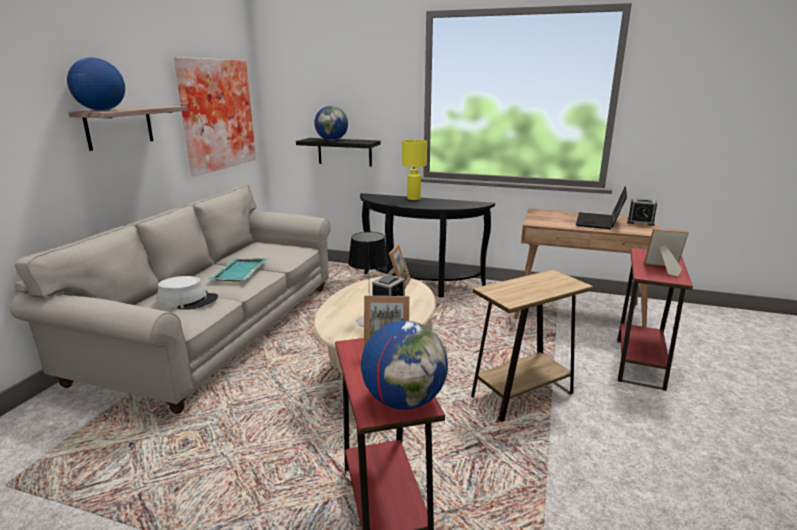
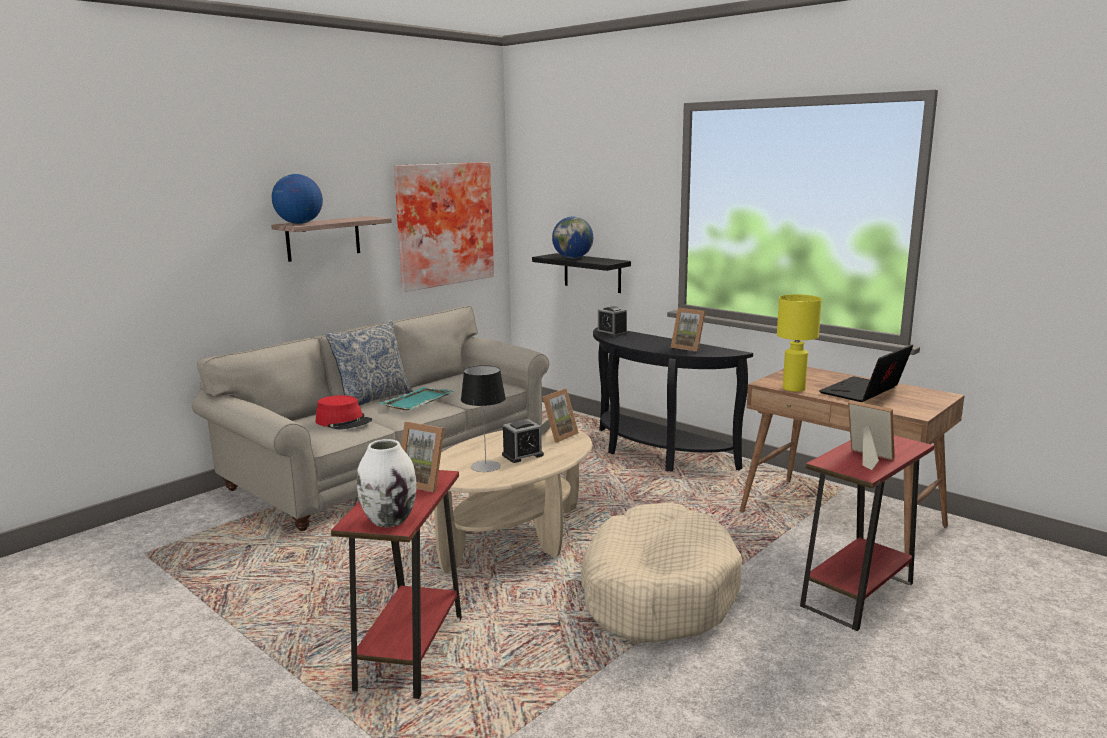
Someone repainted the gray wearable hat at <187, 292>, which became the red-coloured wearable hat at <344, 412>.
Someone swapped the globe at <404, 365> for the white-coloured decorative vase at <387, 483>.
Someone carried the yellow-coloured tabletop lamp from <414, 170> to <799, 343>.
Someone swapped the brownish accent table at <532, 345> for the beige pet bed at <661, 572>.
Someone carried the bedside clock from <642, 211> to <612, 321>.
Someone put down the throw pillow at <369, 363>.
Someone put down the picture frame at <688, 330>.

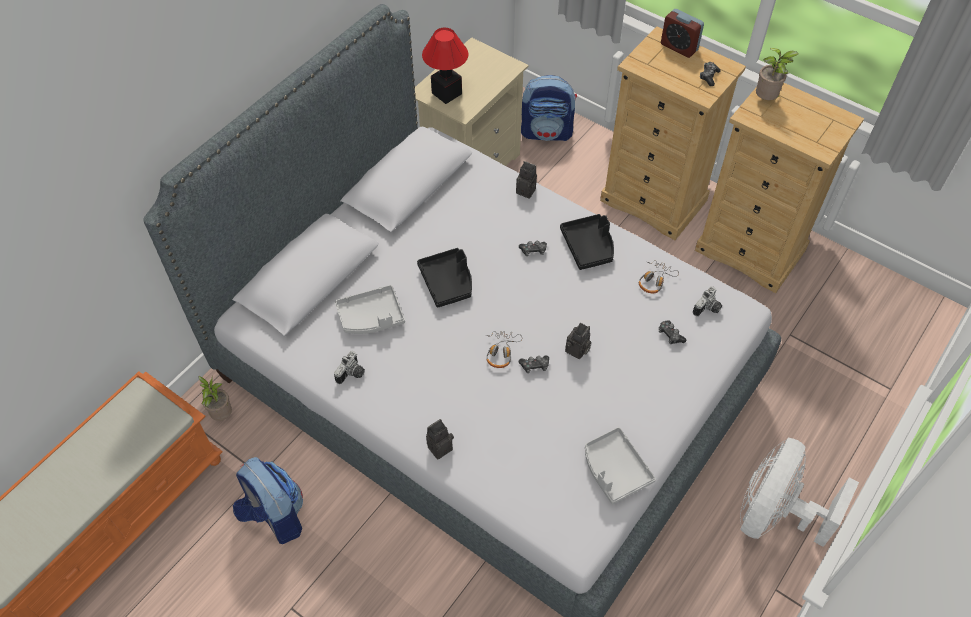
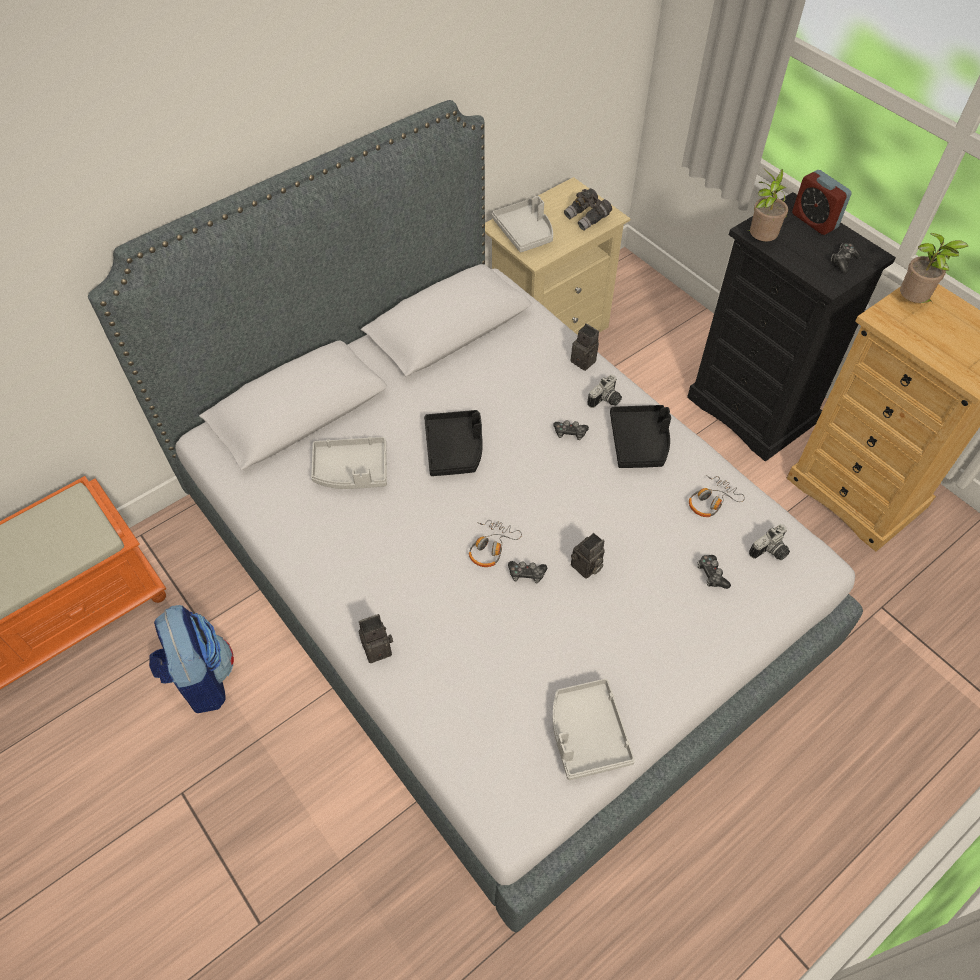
Someone carried the potted plant from <215, 398> to <767, 205>.
Someone carried the photo camera from <349, 367> to <604, 391>.
Someone swapped the tabletop lamp at <445, 66> for the gray serving tray at <522, 224>.
Someone took away the knapsack at <549, 108>.
Someone repainted the beige chest of drawers at <673, 133>, which became the black chest of drawers at <791, 327>.
Someone took away the white-coloured electric fan at <799, 492>.
Someone put down the gray field glasses at <588, 209>.

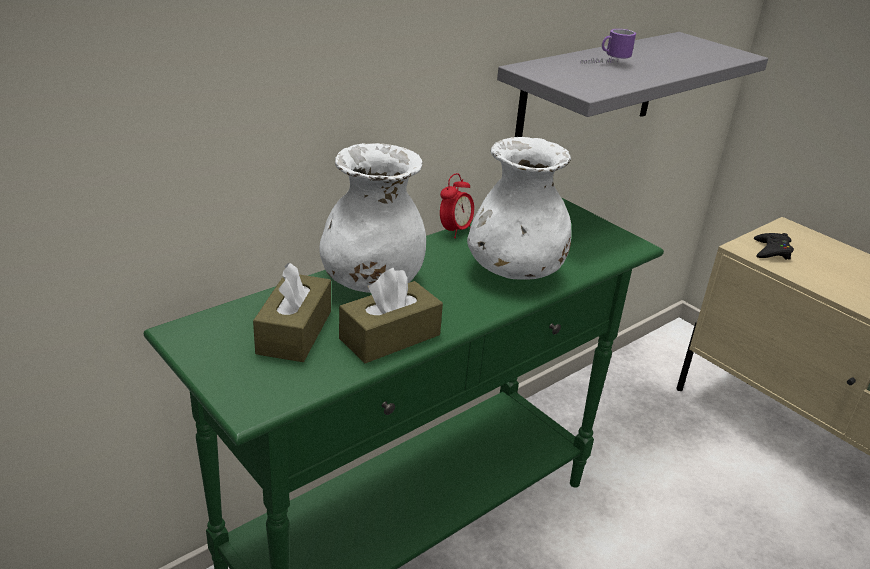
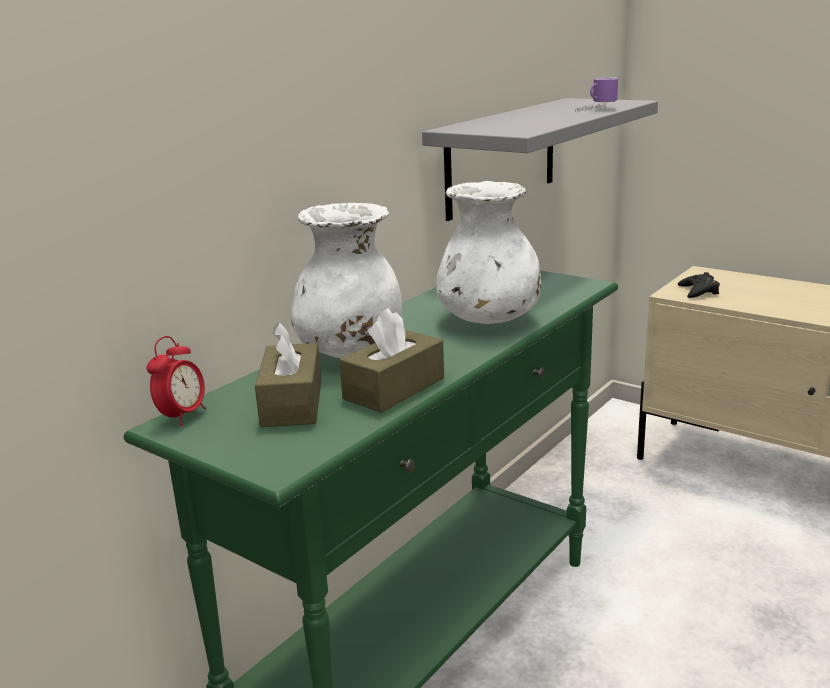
Someone carried the bedside clock from <457, 205> to <176, 381>.
Someone carried the mug from <608, 46> to <596, 94>.

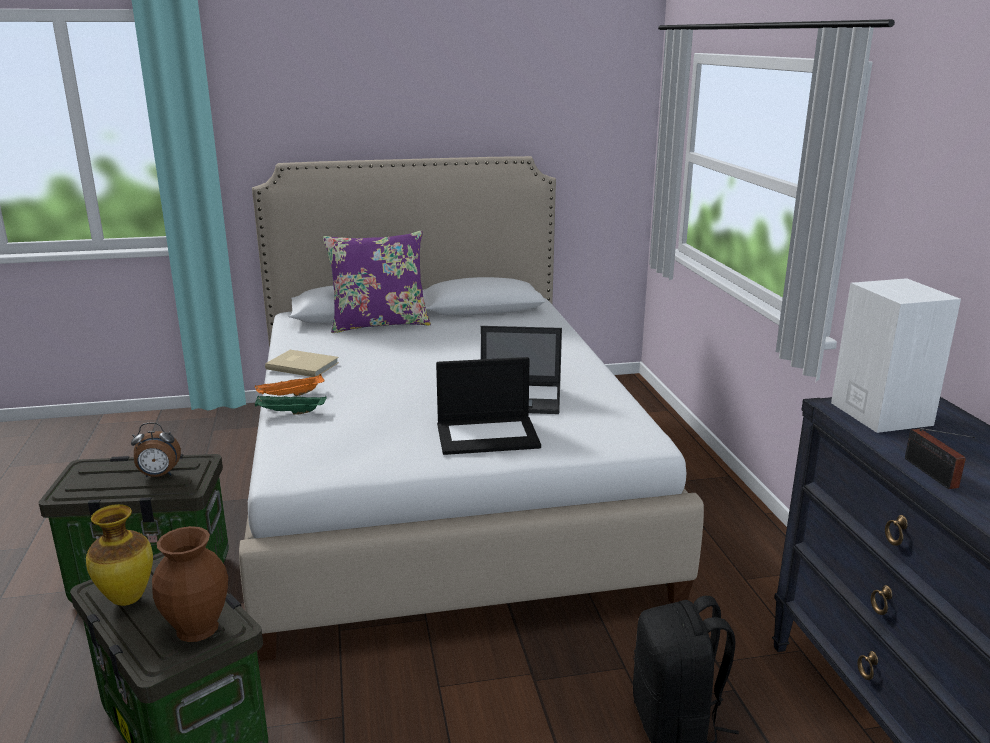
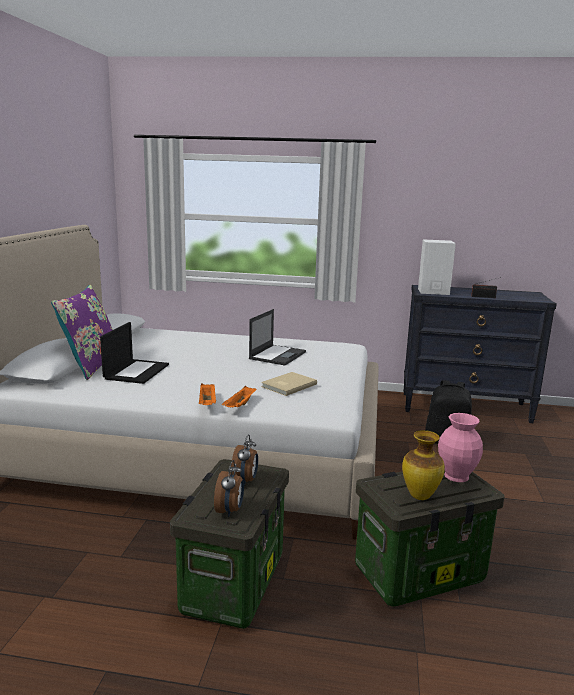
Someone repainted the brownish decorative vase at <190, 584>, which became the pink decorative vase at <460, 447>.
Someone repainted the green-coloured serving tray at <290, 405>, which became the orange serving tray at <239, 396>.
Someone carried the beige volume from <302, 363> to <289, 384>.
Someone carried the notebook computer from <488, 406> to <134, 353>.
Someone put down the bedside clock at <229, 488>.

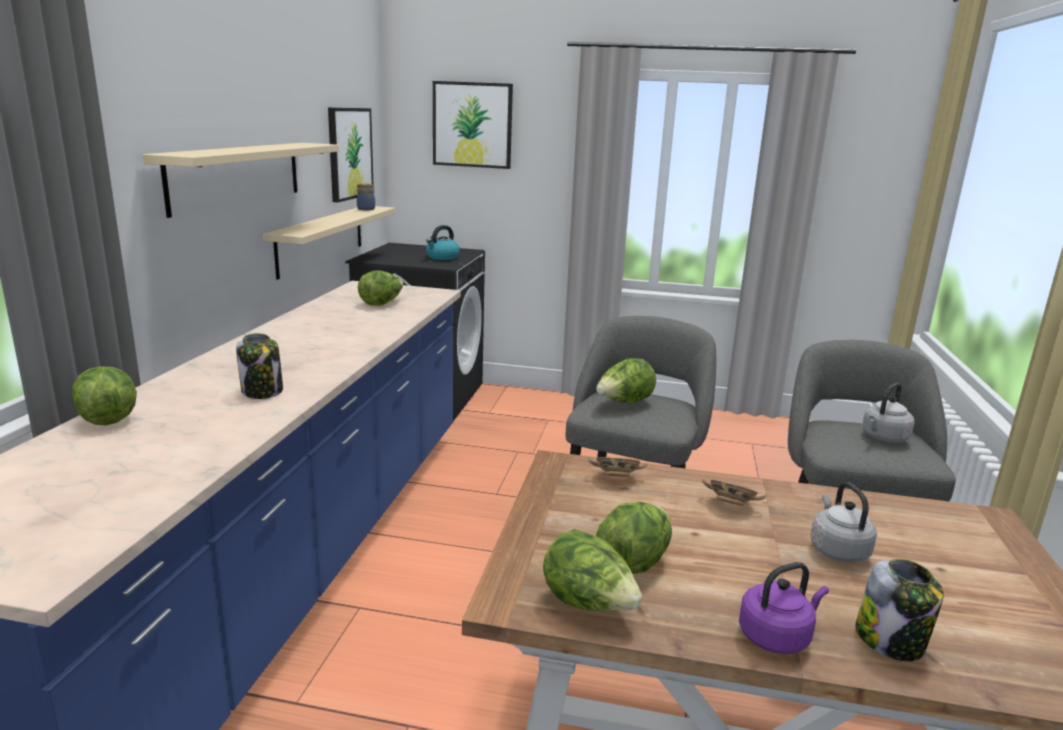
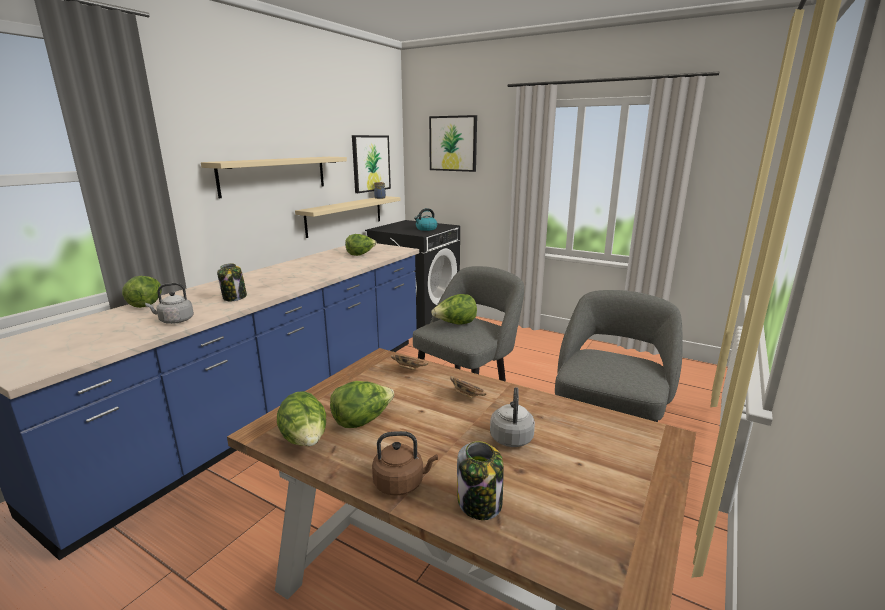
Someone repainted the purple-coloured water kettle at <784, 608>, which became the brownish water kettle at <405, 463>.
Someone carried the gray water kettle from <888, 413> to <169, 303>.

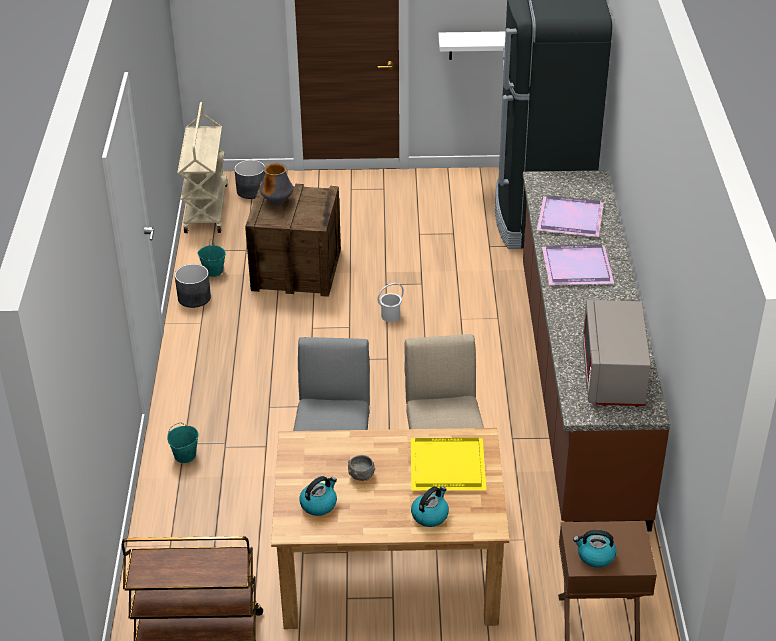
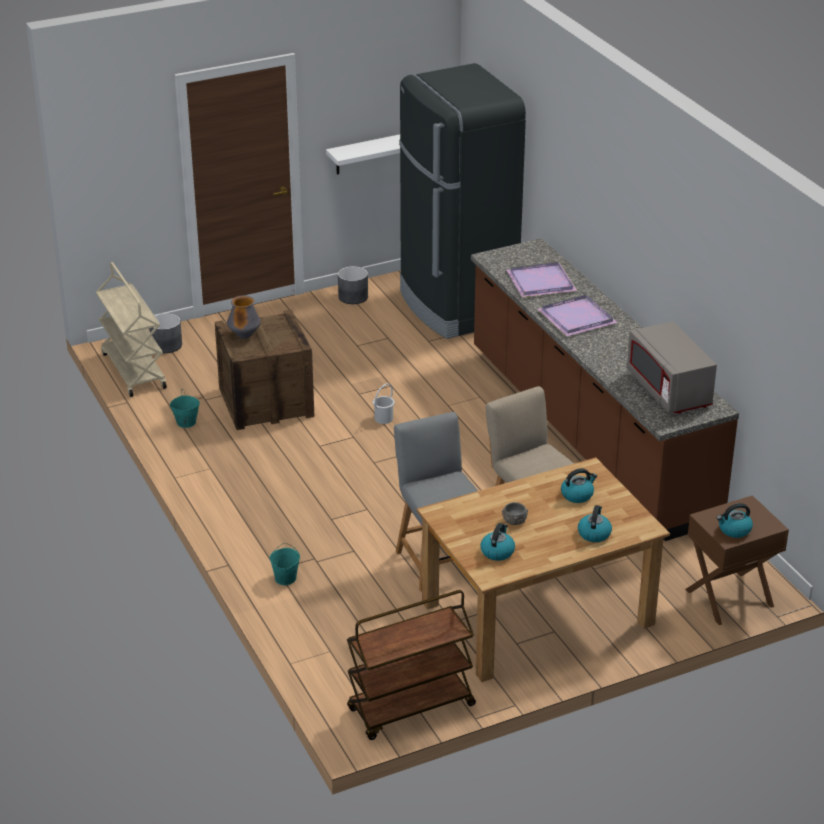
Someone carried the gray flower pot from <193, 286> to <353, 285>.
Someone swapped the yellow-coloured serving tray at <448, 464> for the water kettle at <579, 485>.

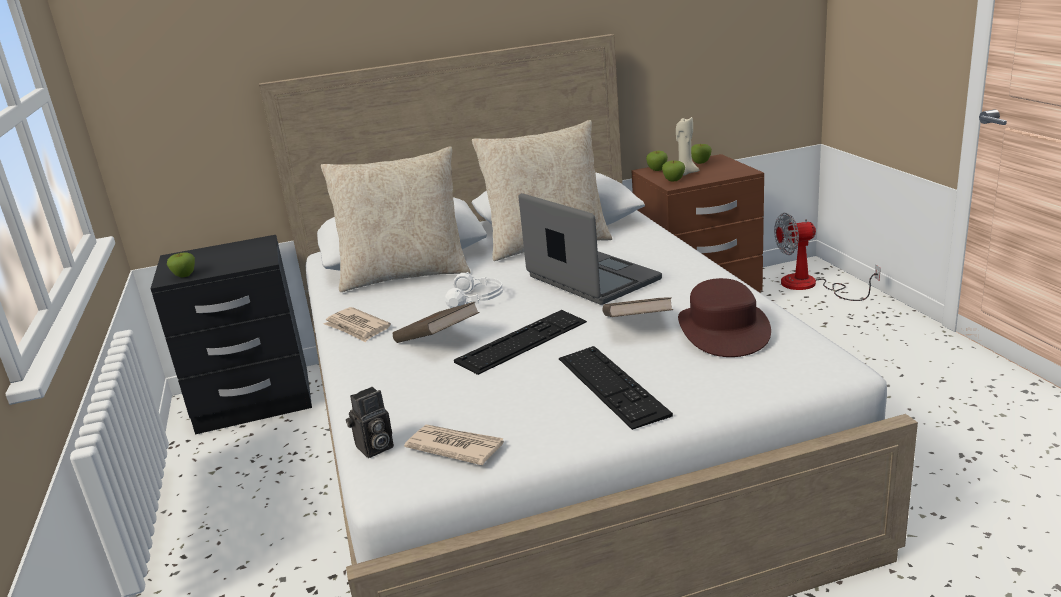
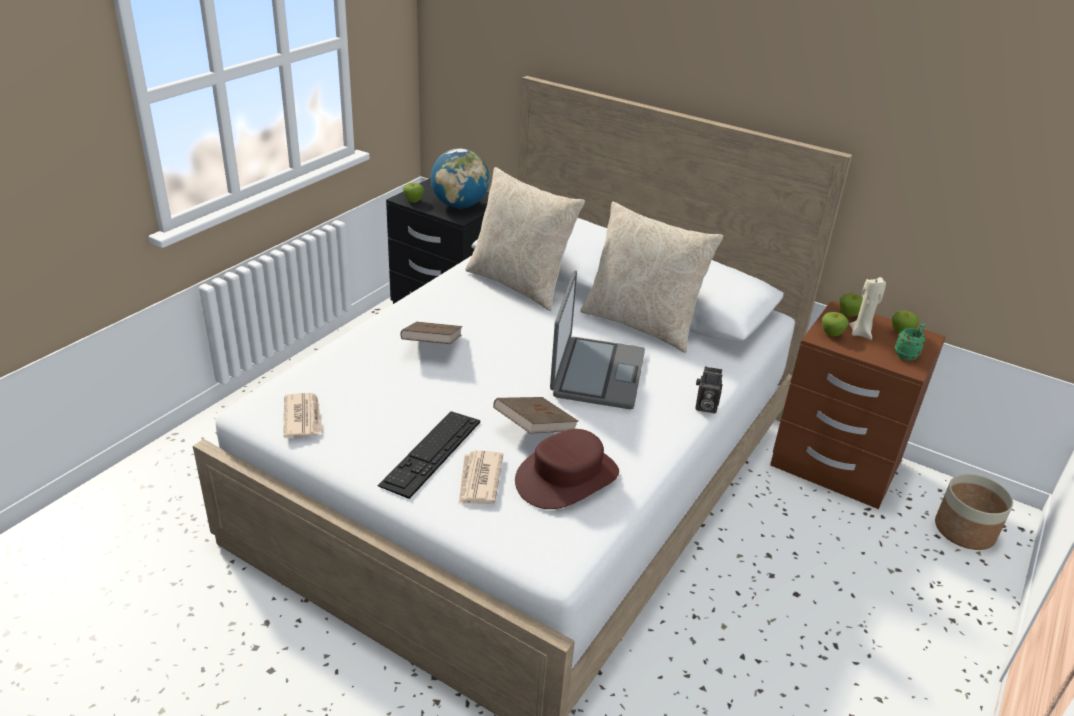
Someone carried the printed paper from <357, 324> to <481, 477>.
Someone carried the photo camera from <370, 422> to <709, 390>.
Someone took away the white-coloured headset at <474, 290>.
Someone took away the PC keyboard at <520, 342>.
Someone swapped the electric fan at <827, 257> for the flower pot at <974, 512>.
Someone put down the globe at <460, 178>.
Someone put down the green-coloured mug at <910, 342>.

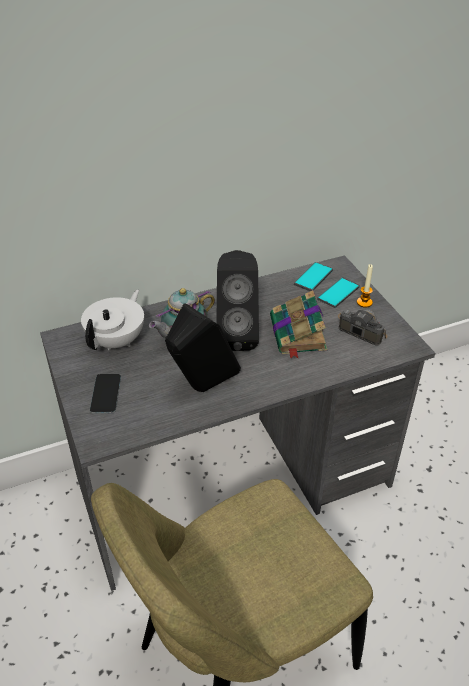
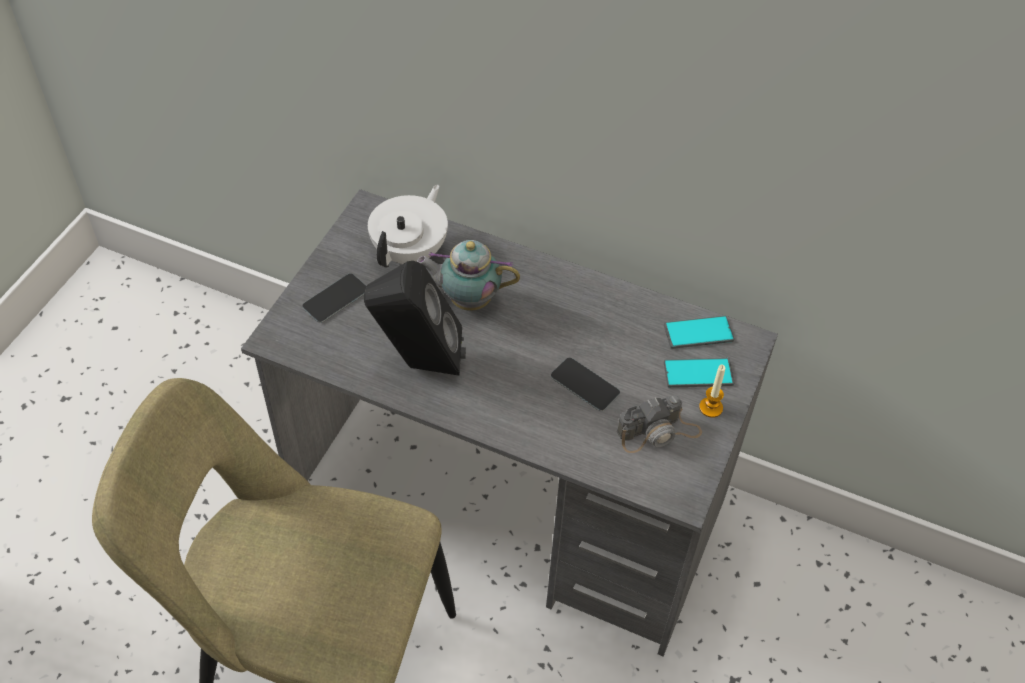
Someone rotated the white-coloured pot for tea at <112, 320> by 45 degrees counterclockwise.
Someone took away the black audio speaker at <237, 300>.
Someone swapped the volume at <298, 324> for the handset at <585, 384>.
Someone rotated the photo camera at <362, 327> by 75 degrees clockwise.

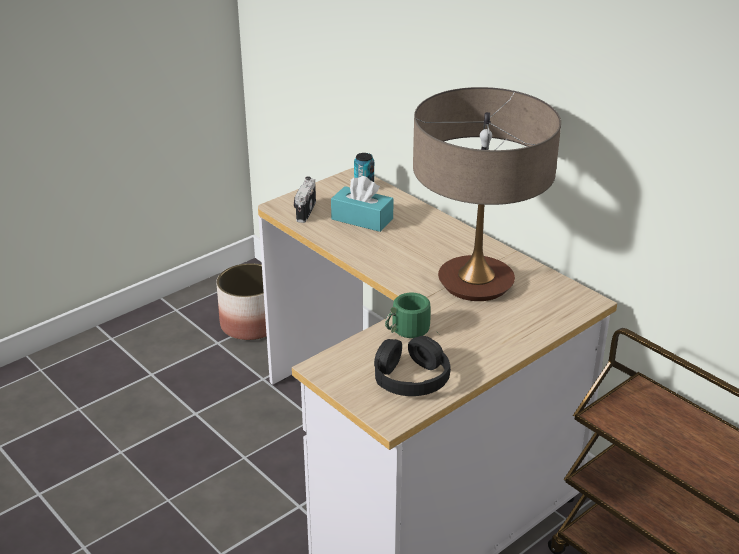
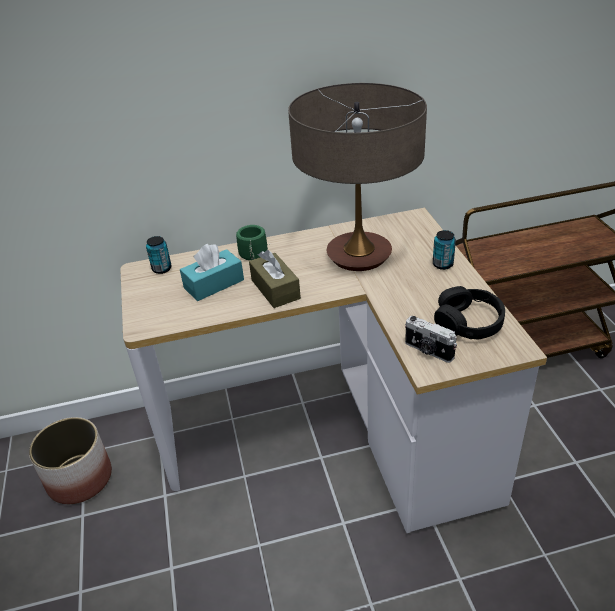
Someone carried the photo camera from <305, 199> to <431, 339>.
Someone carried the green-coloured mug from <412, 315> to <252, 242>.
Someone put down the brownish box of tissues at <275, 279>.
Someone put down the sealed can at <444, 250>.

